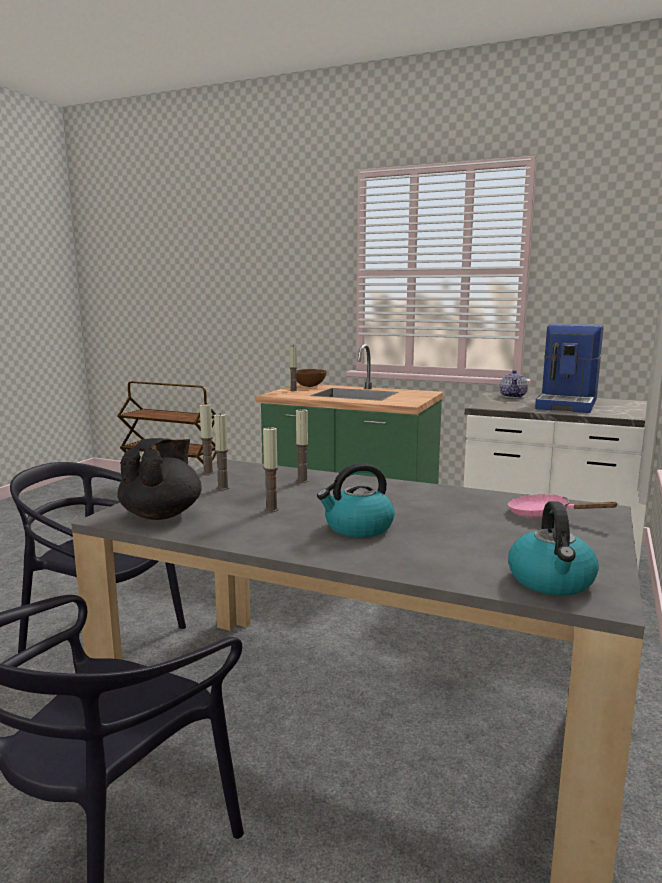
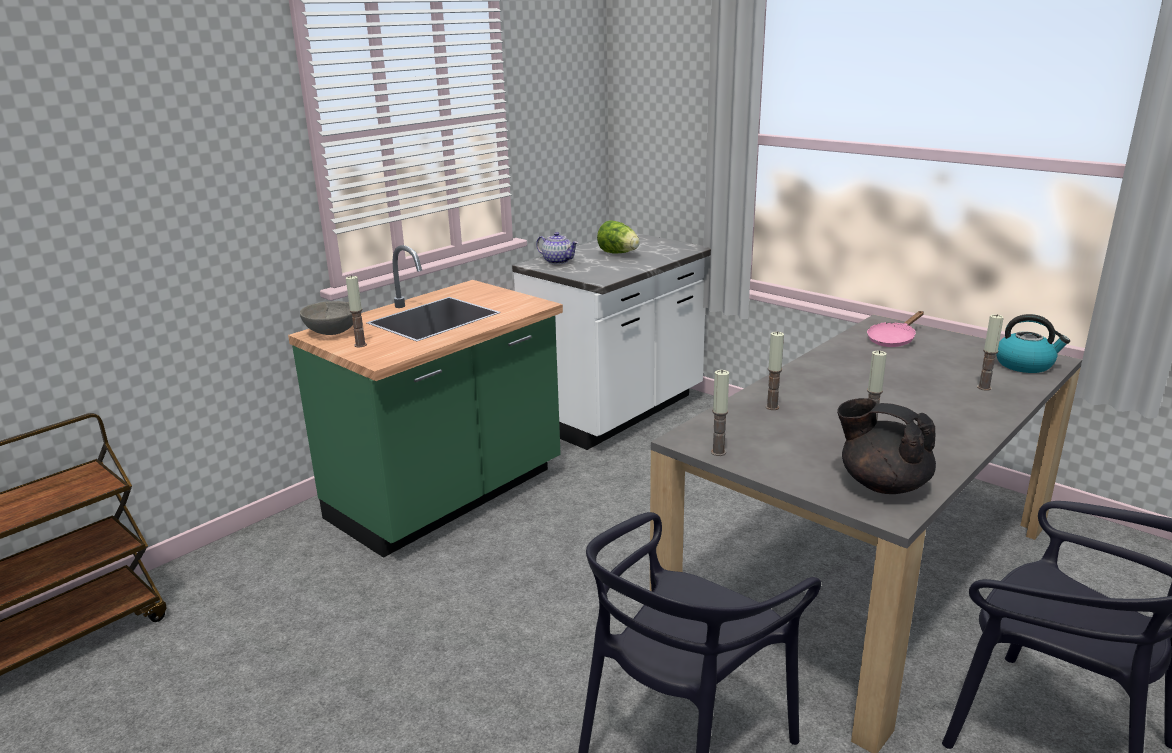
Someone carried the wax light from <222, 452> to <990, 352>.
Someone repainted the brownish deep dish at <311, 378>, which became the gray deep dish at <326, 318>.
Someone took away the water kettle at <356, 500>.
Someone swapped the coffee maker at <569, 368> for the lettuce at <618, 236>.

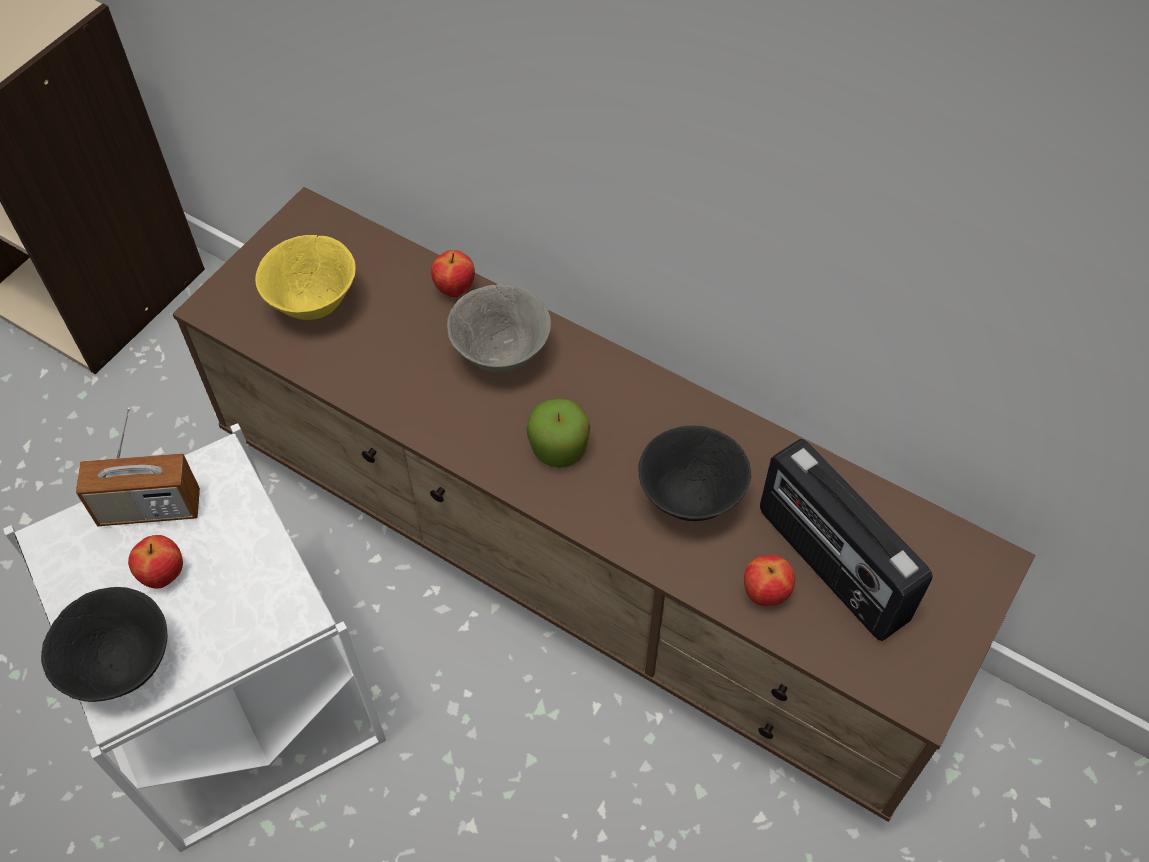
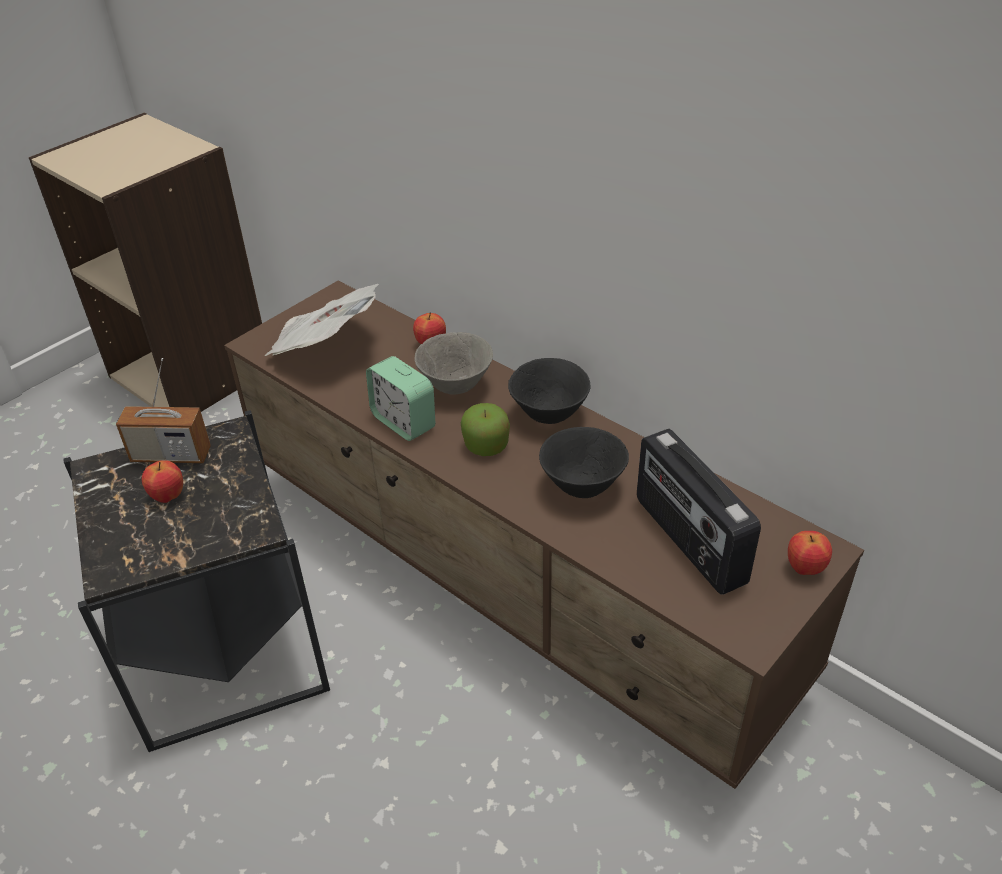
Someone repainted the white-coloured accent table at <194, 637>, which became the black accent table at <196, 581>.
Someone carried the black deep dish from <104, 644> to <549, 391>.
Someone swapped the yellow-coloured deep dish at <305, 277> for the printed paper at <322, 320>.
Someone carried the whole apple from <769, 580> to <810, 553>.
Someone put down the bedside clock at <400, 398>.

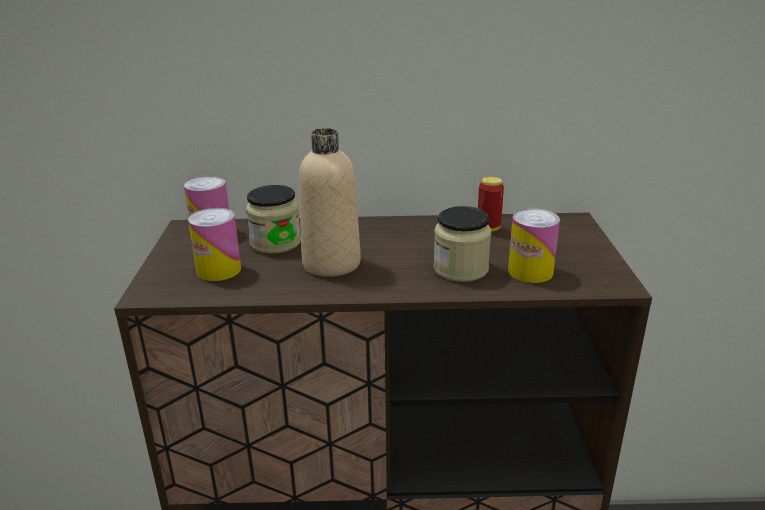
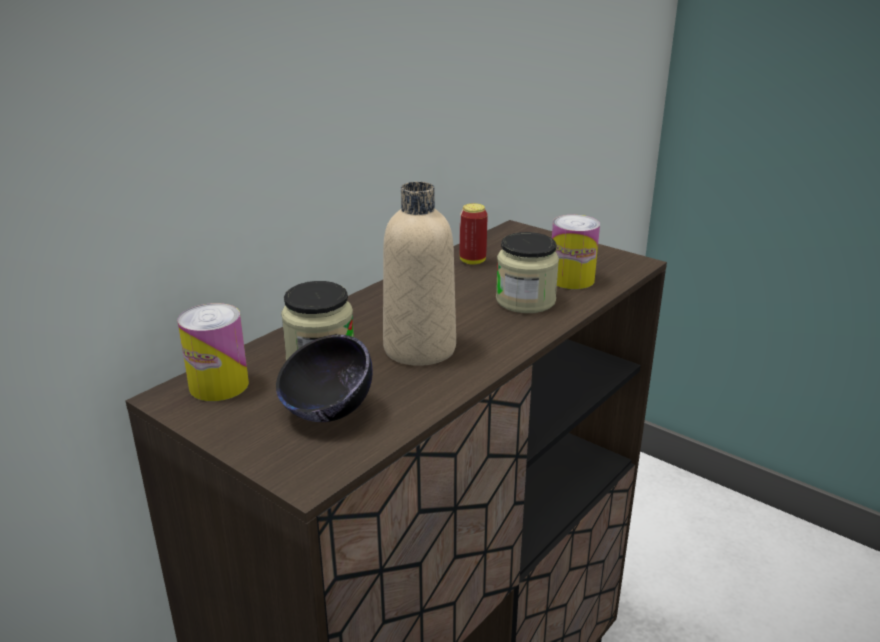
Someone swapped the sealed can at <214, 244> for the black deep dish at <324, 378>.

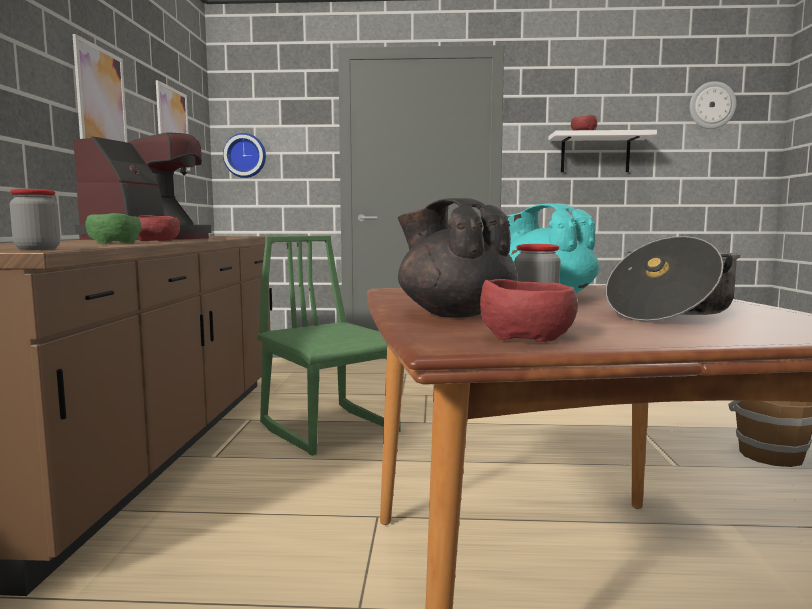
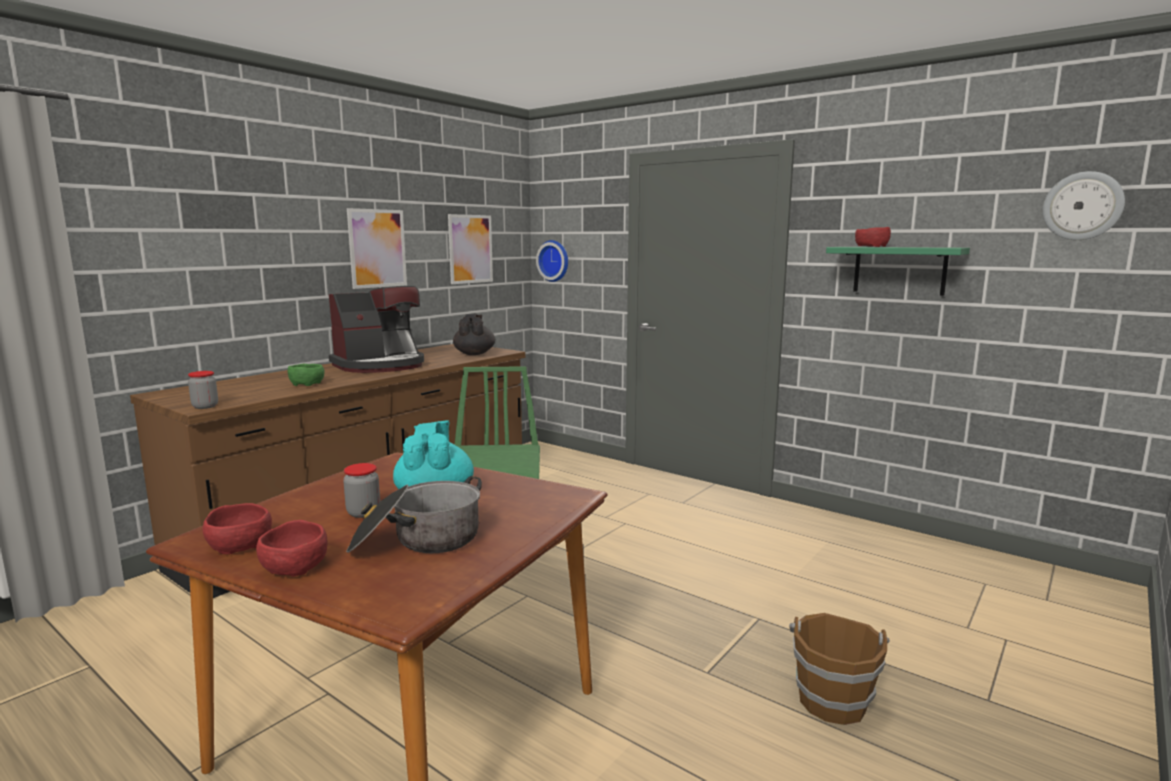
Someone carried the red-coloured deep dish from <159, 228> to <291, 548>.
Someone carried the black pot for tea from <457, 258> to <474, 334>.
Someone repainted the white-coloured shelf at <602, 151>, which became the green-coloured shelf at <898, 271>.

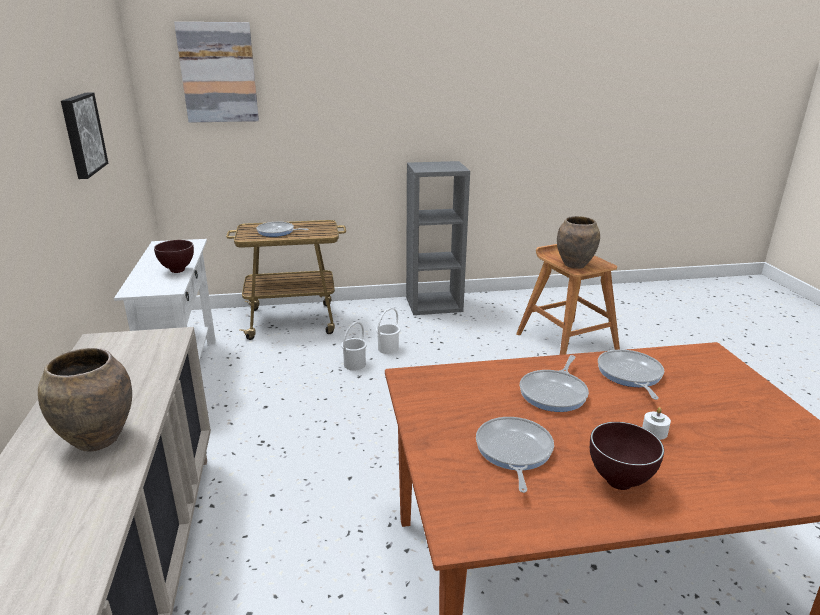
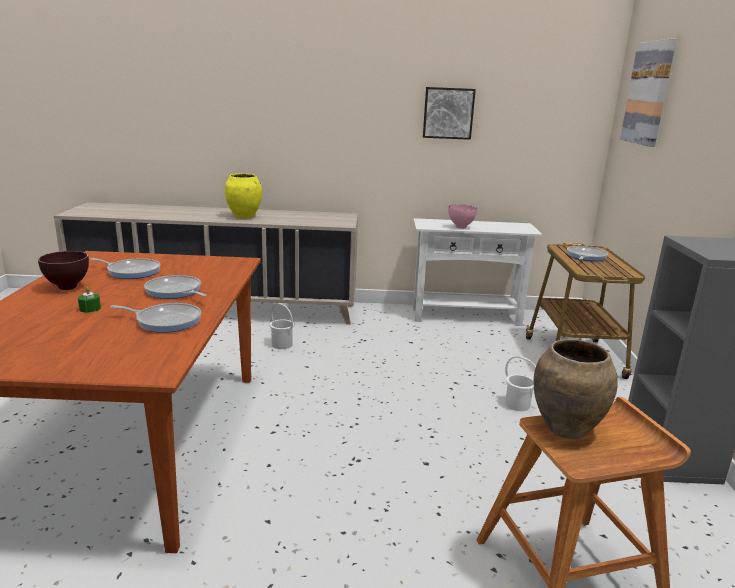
Someone repainted the brownish decorative vase at <85, 400>, which became the yellow-coloured decorative vase at <243, 196>.
Someone repainted the brownish deep dish at <174, 256>, which became the pink deep dish at <462, 216>.
Someone carried the white-coloured pail from <354, 346> to <281, 326>.
Someone repainted the white-coloured wax light at <656, 423>, which became the green-coloured wax light at <89, 300>.

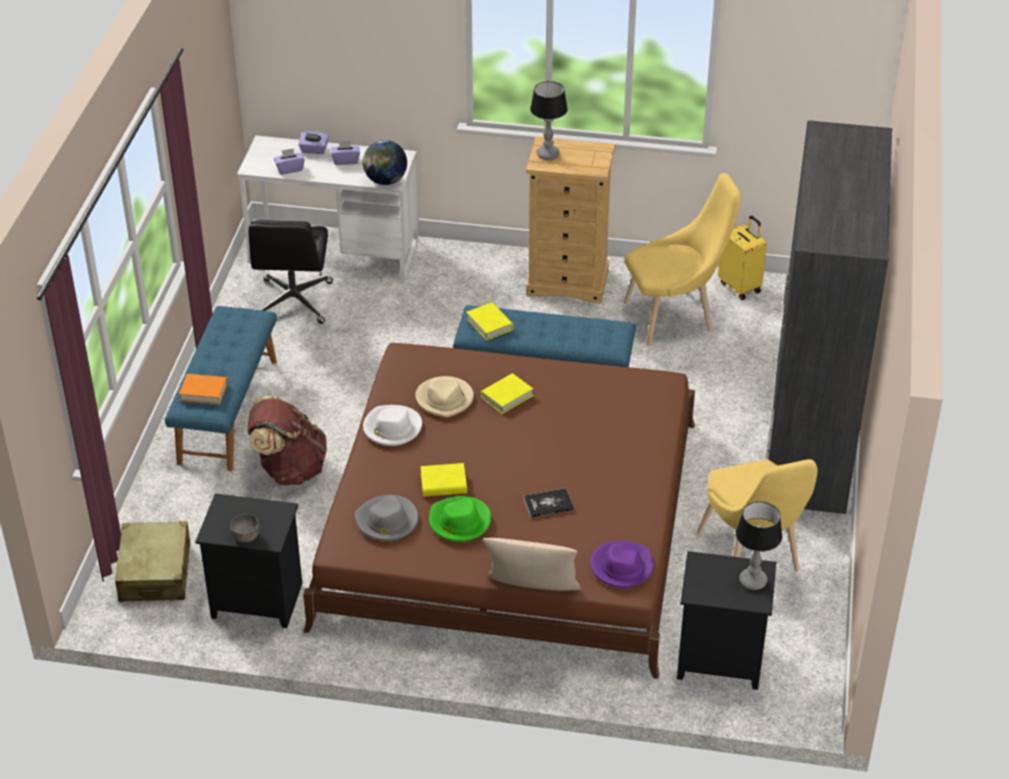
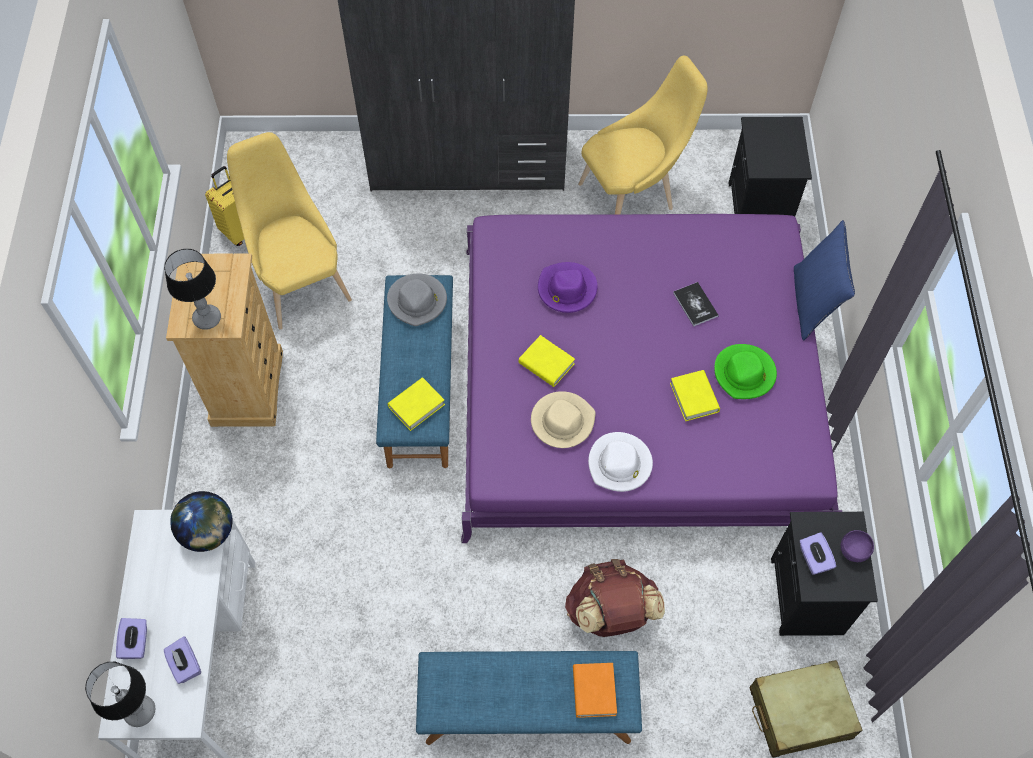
Someone repainted the gray deep dish at <245, 528>, which became the purple-coloured deep dish at <857, 546>.
Someone took away the black desk chair at <290, 272>.
Someone repainted the brownish bed at <499, 511>, which became the purple-coloured bed at <651, 378>.
Someone carried the purple-coloured box of tissues from <345, 153> to <818, 553>.
Someone carried the gray wearable hat from <386, 518> to <417, 299>.
Someone repainted the beige throw pillow at <531, 564>, which became the bluish throw pillow at <824, 280>.
Someone carried the purple-coloured wearable hat from <622, 564> to <567, 287>.
Someone carried the tabletop lamp from <759, 545> to <120, 694>.

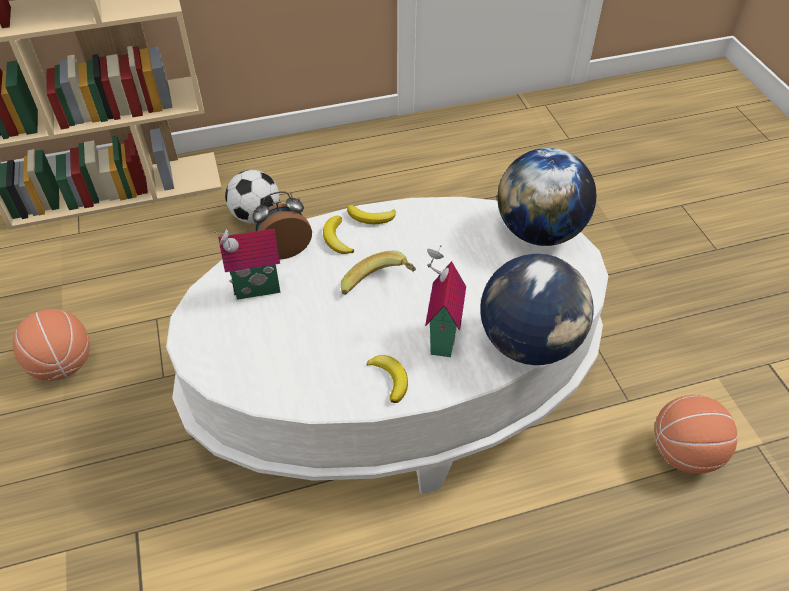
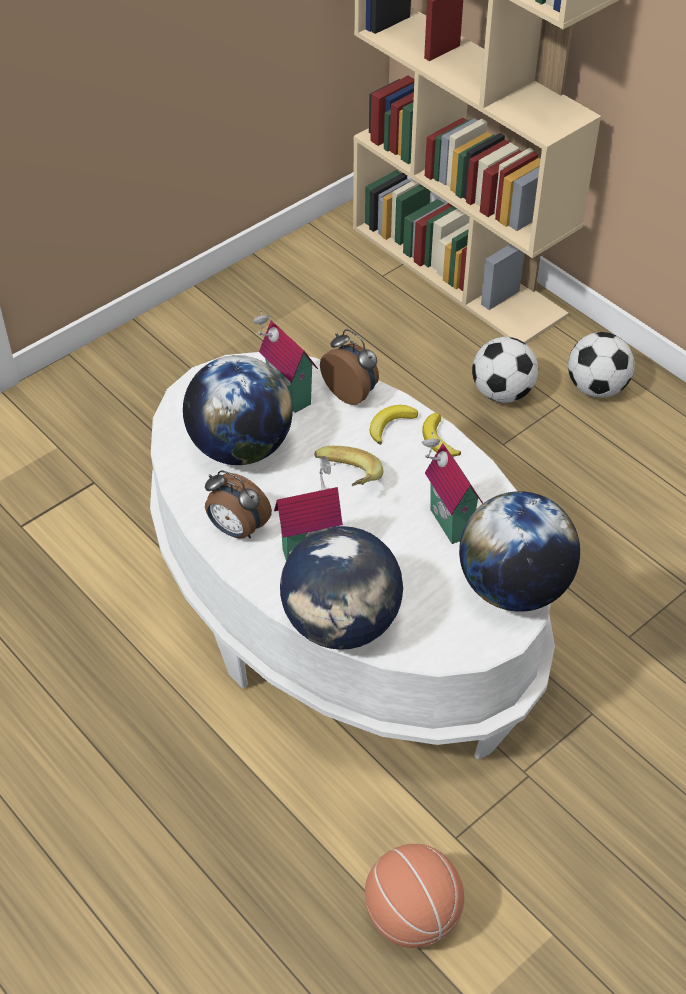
Someone took away the basketball ball at <51, 345>.
Someone swapped the banana at <387, 379> for the bedside clock at <238, 505>.
Someone put down the globe at <238, 410>.
Someone put down the miniature house at <452, 488>.
Someone put down the football at <601, 365>.

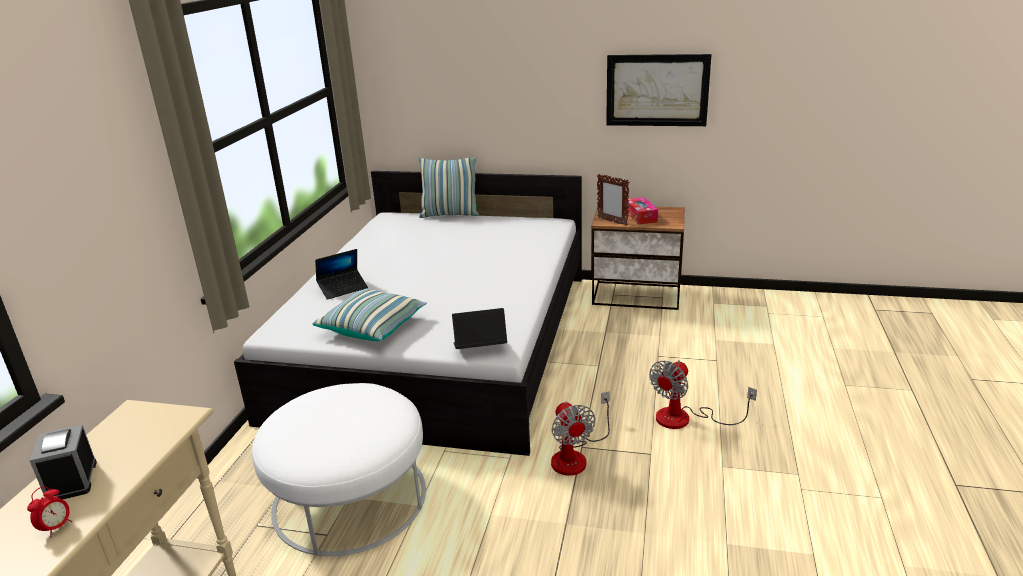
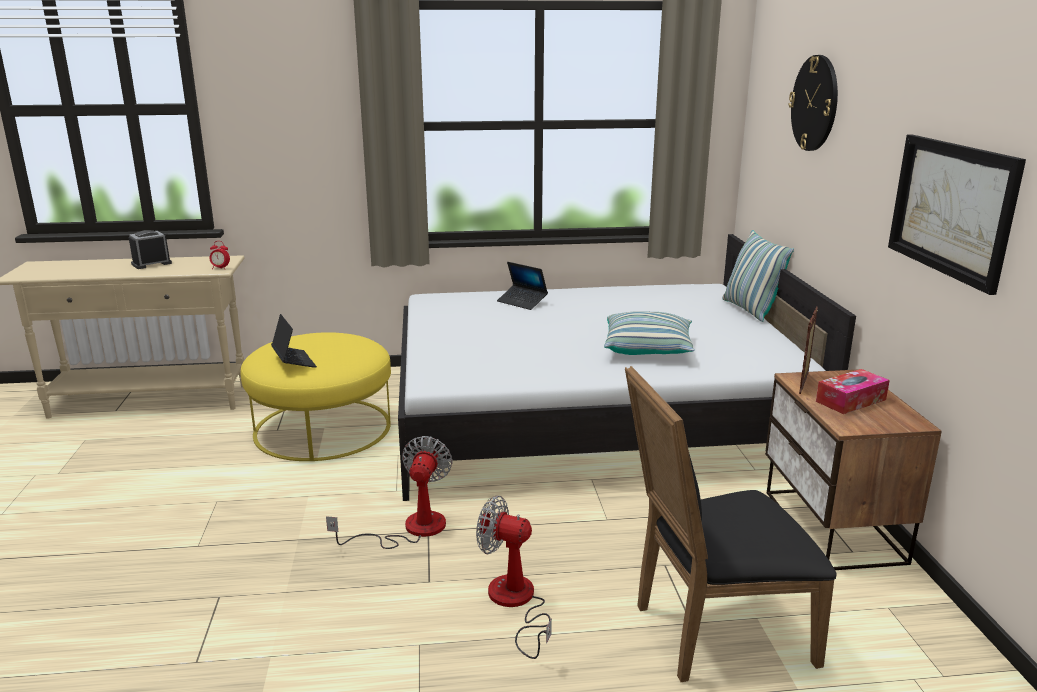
Someone carried the bedside clock from <49, 511> to <220, 255>.
Someone repainted the white-coloured footrest at <339, 469>, which became the yellow-coloured footrest at <315, 396>.
Someone carried the throw pillow from <370, 315> to <649, 333>.
Someone carried the notebook computer from <479, 328> to <294, 341>.
Someone rotated the electric fan at <580, 433> by 135 degrees clockwise.
Someone put down the black plain chair at <730, 524>.
Someone put up the clock on the wall at <813, 103>.

